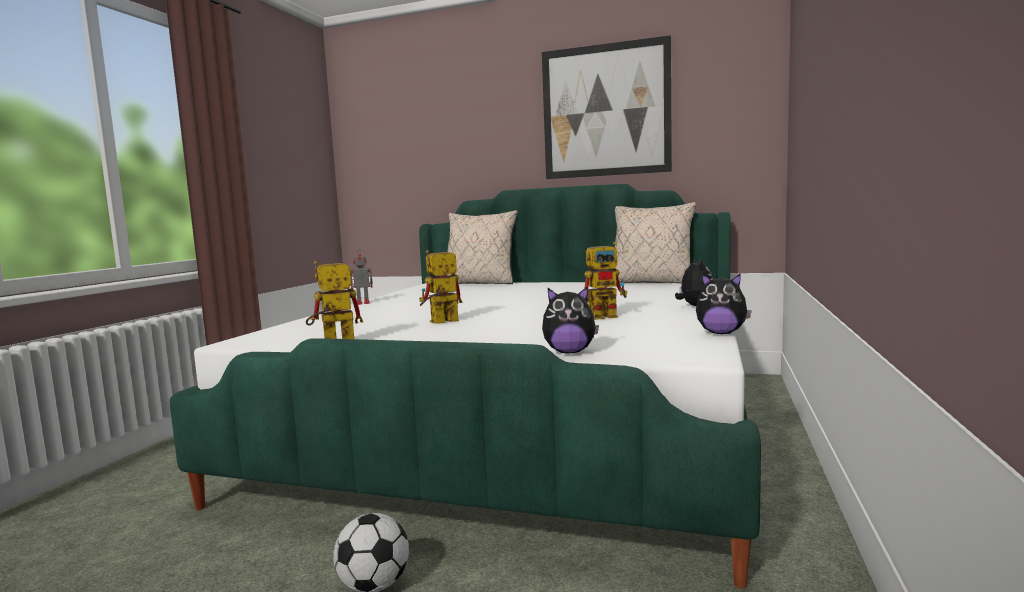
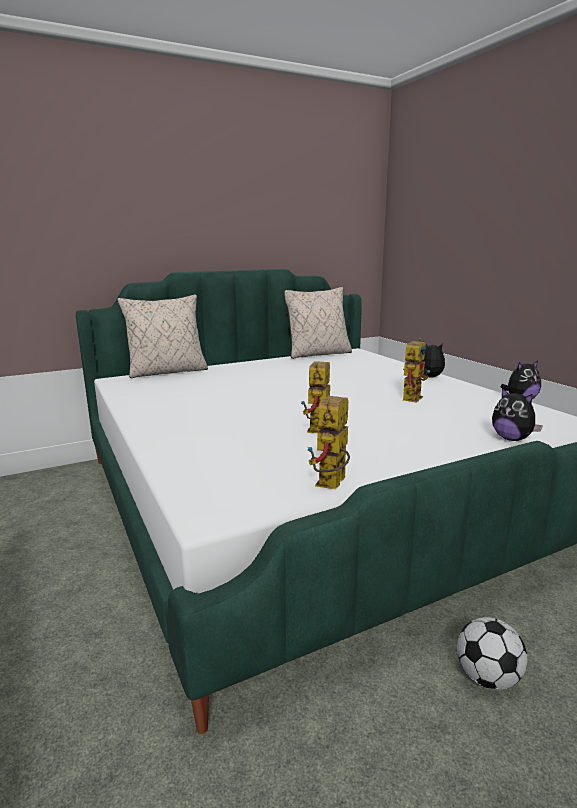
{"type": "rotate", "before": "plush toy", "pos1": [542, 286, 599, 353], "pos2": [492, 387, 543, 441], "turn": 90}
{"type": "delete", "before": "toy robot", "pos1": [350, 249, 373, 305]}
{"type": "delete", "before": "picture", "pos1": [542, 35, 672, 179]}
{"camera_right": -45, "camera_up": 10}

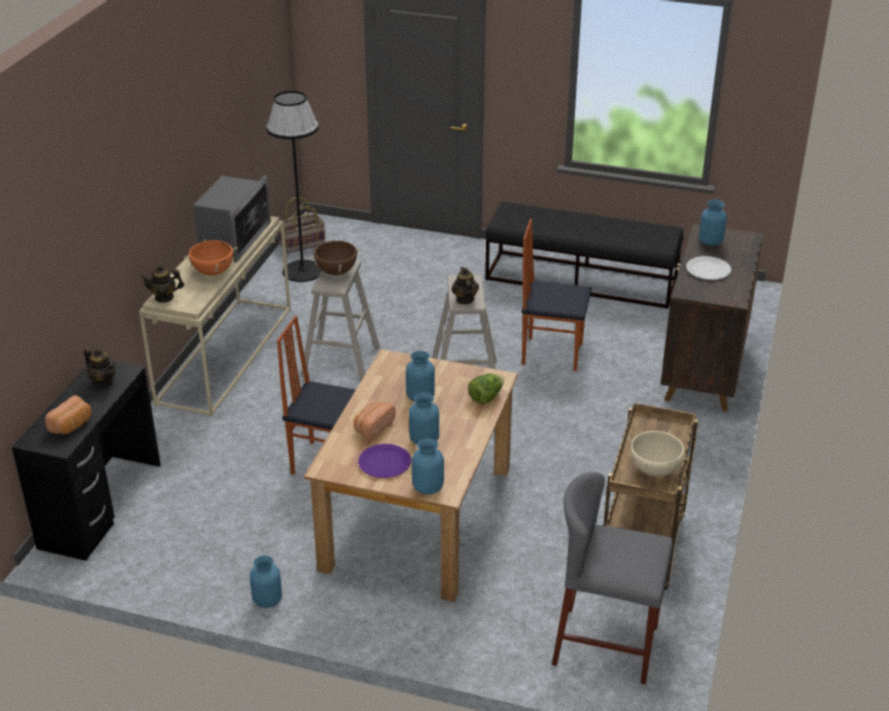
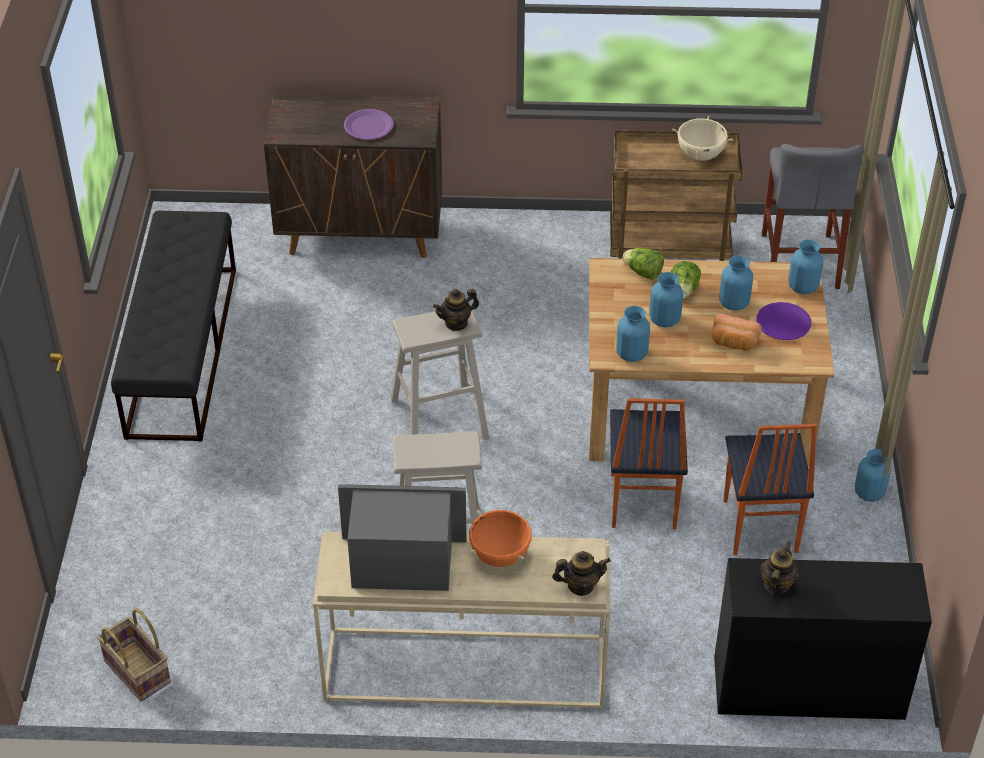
{"type": "recolor", "before": "plate in white", "after": "plate in purple", "pos1": [686, 256, 731, 280], "pos2": [344, 109, 394, 140]}
{"type": "rotate", "before": "teapot", "pos1": [141, 265, 184, 303], "pos2": [552, 551, 611, 596], "turn": -75}
{"type": "move", "before": "vase in blue", "pos1": [699, 200, 727, 246], "pos2": [616, 306, 650, 362]}
{"type": "insert", "after": "lettuce", "pos2": [671, 261, 701, 299]}
{"type": "move", "before": "chair", "pos1": [522, 219, 591, 371], "pos2": [723, 424, 817, 556]}
{"type": "delete", "before": "bread", "pos1": [45, 395, 91, 434]}
{"type": "delete", "before": "floor lamp in black", "pos1": [266, 91, 321, 282]}
{"type": "delete", "before": "cooking pot in brown", "pos1": [309, 239, 362, 275]}
{"camera_right": -105, "camera_up": 10}

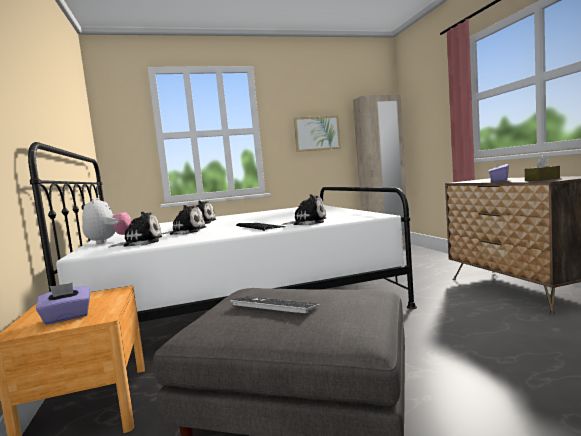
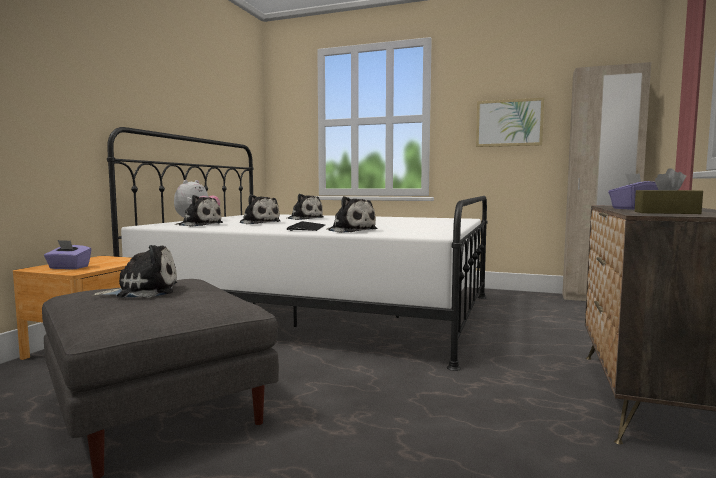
{"type": "replace", "before": "keyboard", "after": "plush toy", "pos1": [230, 296, 320, 314], "pos2": [92, 245, 177, 298]}
{"camera_right": 35, "camera_up": 0}

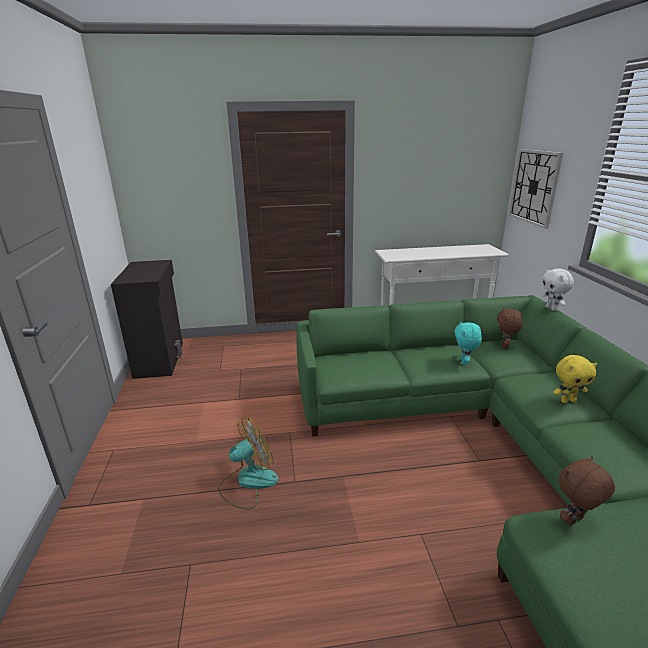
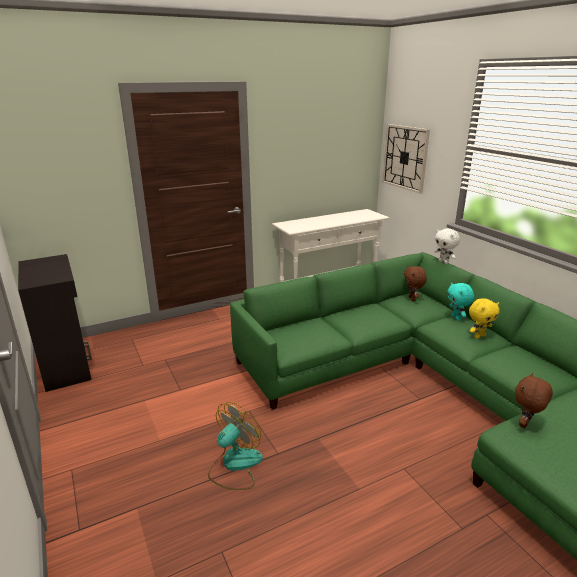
{"type": "move", "before": "plush toy in turquoise", "pos1": [454, 321, 482, 365], "pos2": [447, 282, 474, 321]}
{"camera_right": -20, "camera_up": 0}

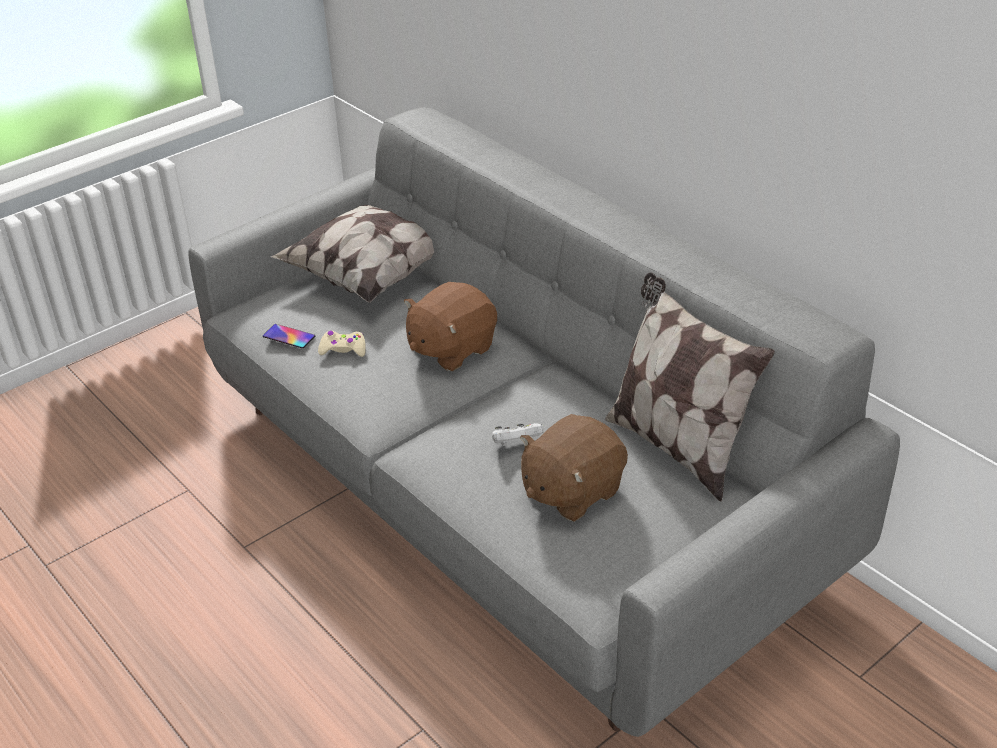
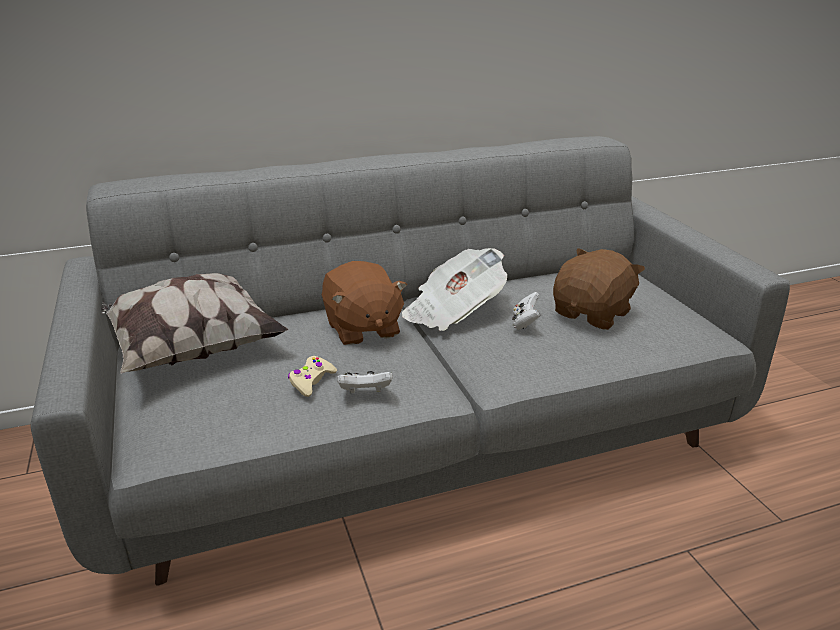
{"type": "insert", "after": "game controller in white", "pos2": [337, 371, 393, 393]}
{"type": "insert", "after": "newspaper", "pos2": [402, 248, 508, 331]}
{"type": "rotate", "before": "plush toy in brown", "pos1": [520, 414, 628, 522], "pos2": [553, 248, 645, 330], "turn": -120}
{"type": "delete", "before": "phone", "pos1": [263, 324, 315, 348]}
{"type": "delete", "before": "pillow", "pos1": [605, 273, 775, 501]}
{"camera_right": -70, "camera_up": -10}

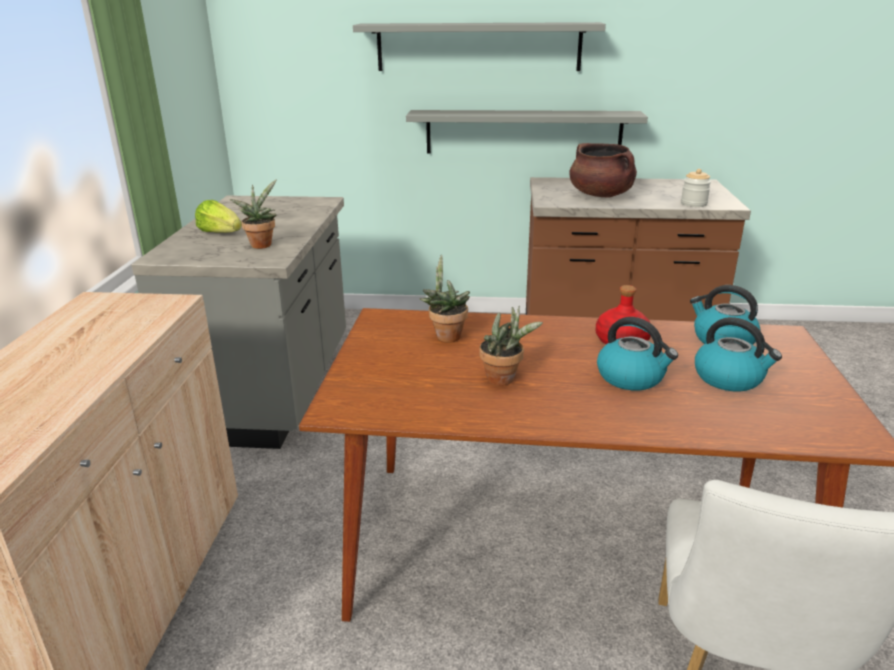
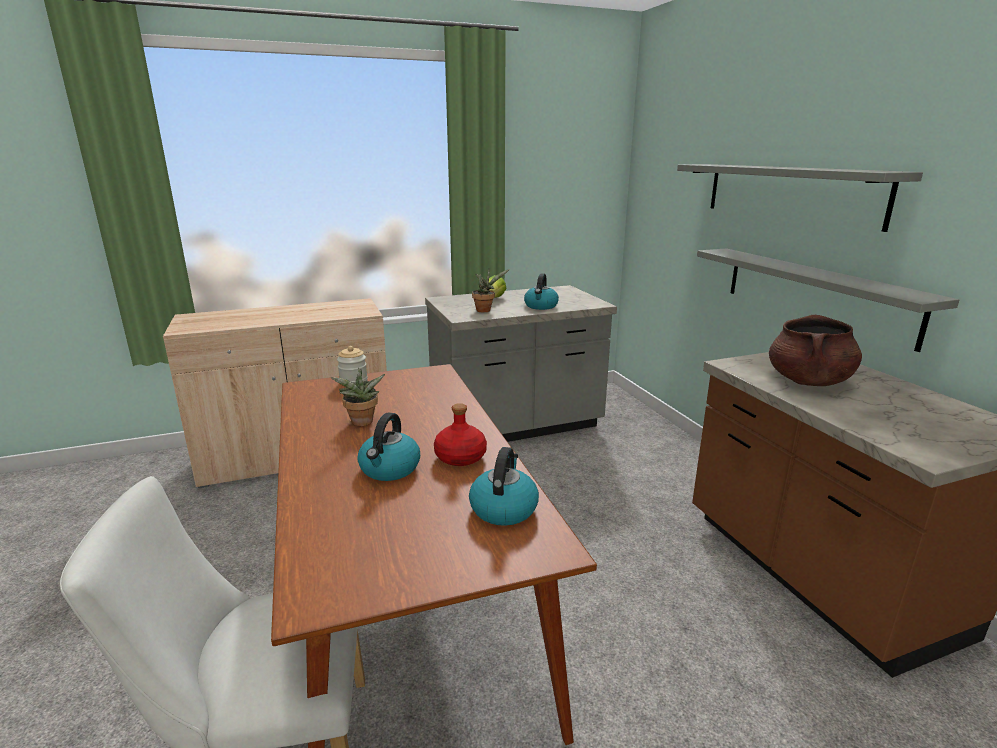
{"type": "move", "before": "jar", "pos1": [681, 169, 711, 207], "pos2": [337, 346, 368, 383]}
{"type": "move", "before": "kettle", "pos1": [695, 317, 782, 391], "pos2": [524, 273, 559, 310]}
{"type": "delete", "before": "potted plant", "pos1": [420, 255, 470, 342]}
{"camera_right": 65, "camera_up": -5}

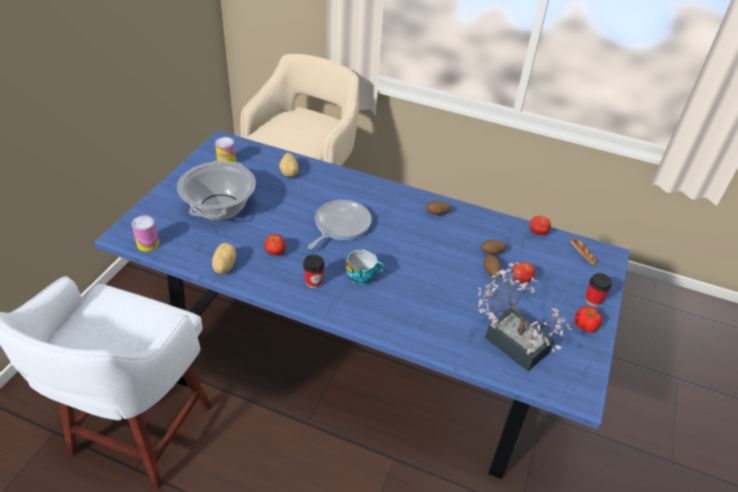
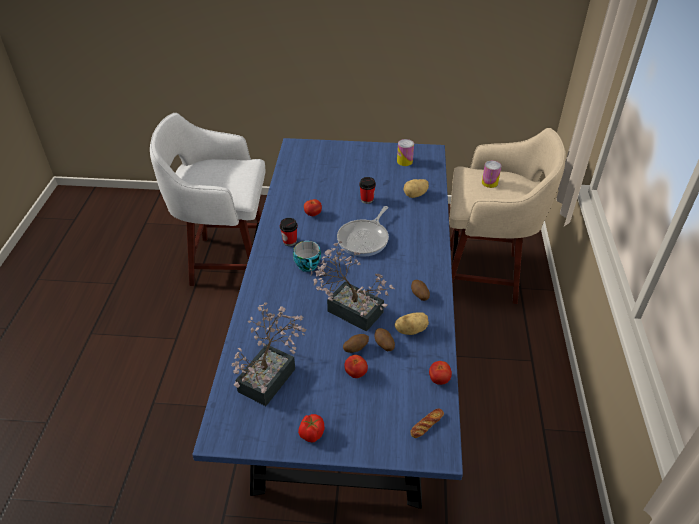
{"type": "insert", "after": "potted plant", "pos2": [310, 241, 395, 332]}
{"type": "rotate", "before": "frying pan", "pos1": [308, 200, 372, 249], "pos2": [337, 206, 389, 257], "turn": 105}
{"type": "move", "before": "cup", "pos1": [585, 273, 612, 307], "pos2": [359, 177, 376, 204]}
{"type": "move", "before": "potato", "pos1": [212, 243, 236, 274], "pos2": [394, 312, 429, 335]}
{"type": "move", "before": "can", "pos1": [132, 215, 159, 252], "pos2": [482, 161, 501, 188]}
{"type": "delete", "before": "cooking pot", "pos1": [177, 161, 256, 220]}
{"camera_right": 75, "camera_up": 0}

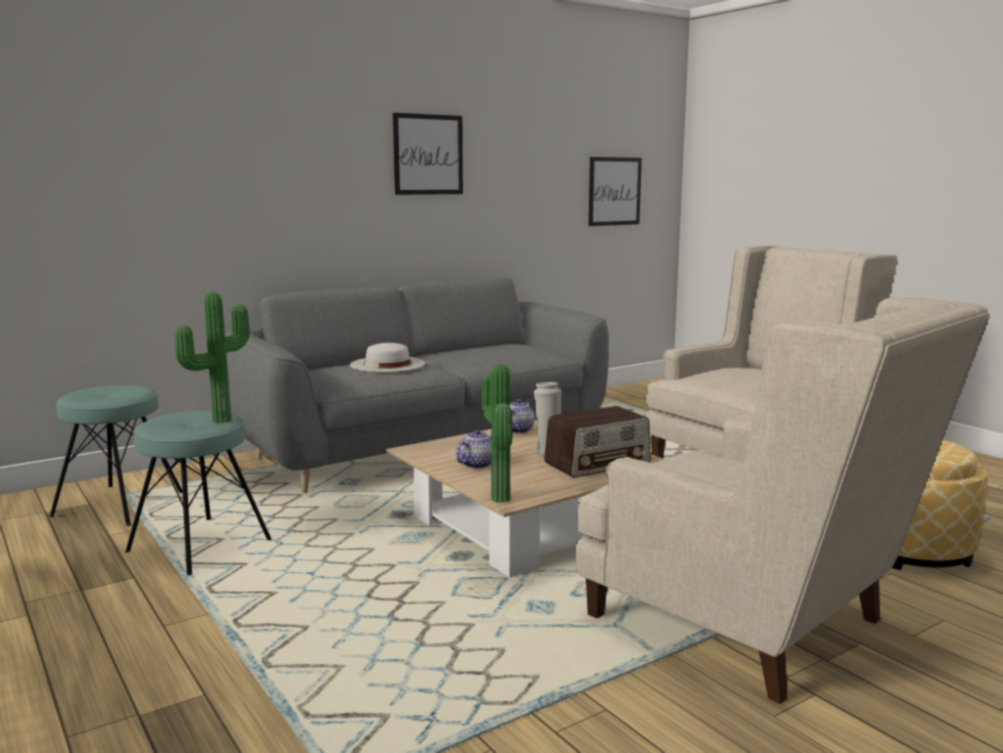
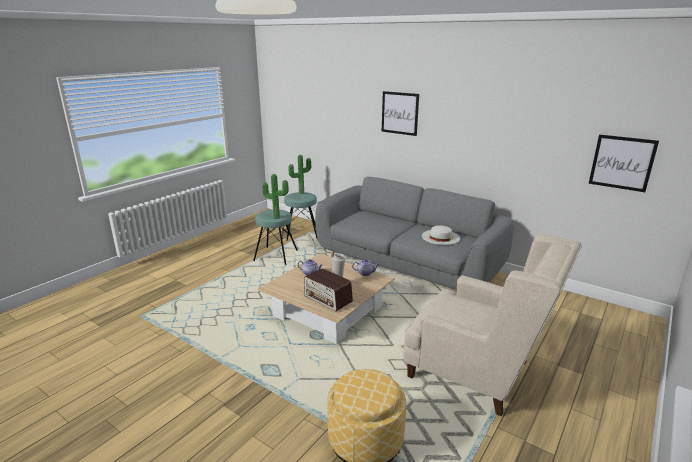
{"type": "move", "before": "potted plant", "pos1": [482, 364, 513, 503], "pos2": [289, 155, 311, 194]}
{"type": "move", "before": "picture", "pos1": [393, 113, 463, 195], "pos2": [382, 91, 419, 136]}
{"type": "move", "before": "hat in white", "pos1": [350, 343, 425, 372], "pos2": [422, 225, 460, 245]}
{"type": "delete", "before": "armchair in beige", "pos1": [576, 297, 989, 704]}
{"camera_right": 70, "camera_up": 10}

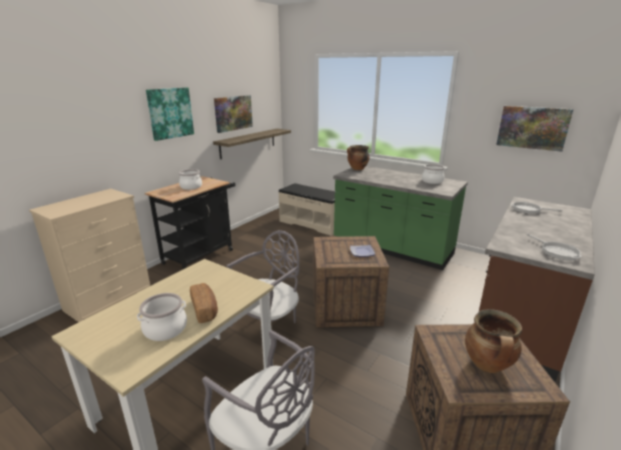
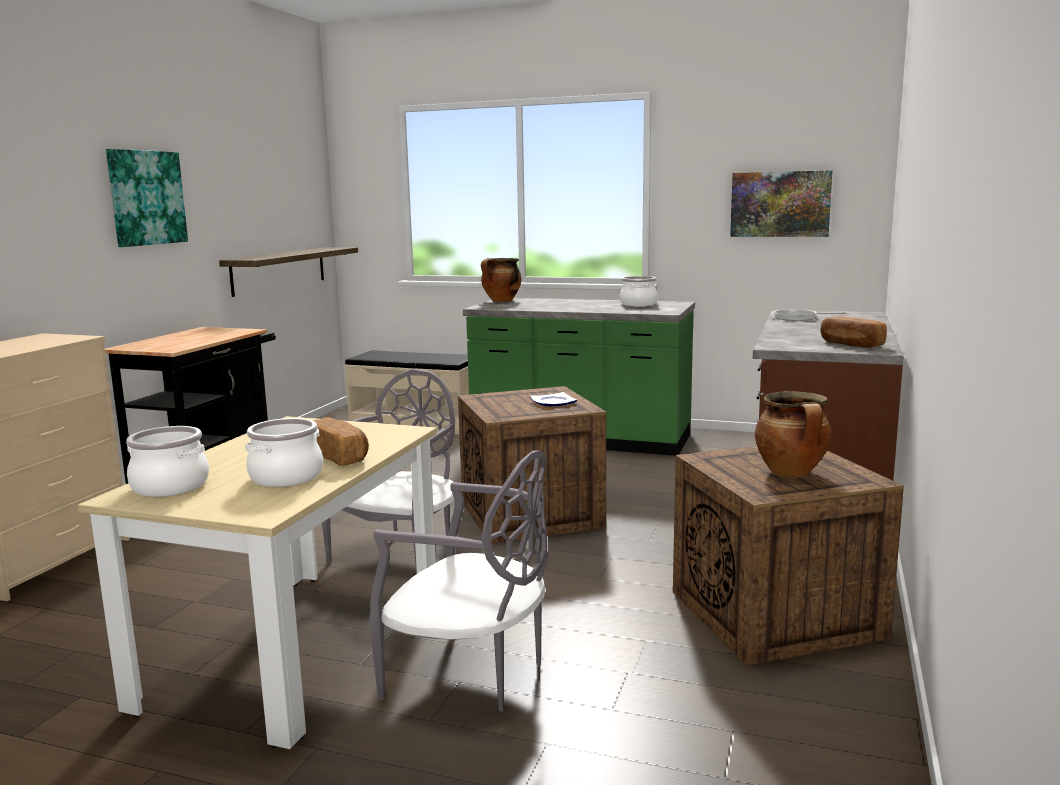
{"type": "move", "before": "cooking pot", "pos1": [179, 169, 202, 190], "pos2": [126, 426, 209, 497]}
{"type": "replace", "before": "frying pan", "after": "bread", "pos1": [526, 234, 582, 260], "pos2": [820, 316, 887, 348]}
{"type": "delete", "before": "picture", "pos1": [214, 95, 253, 133]}
{"camera_right": -15, "camera_up": -10}

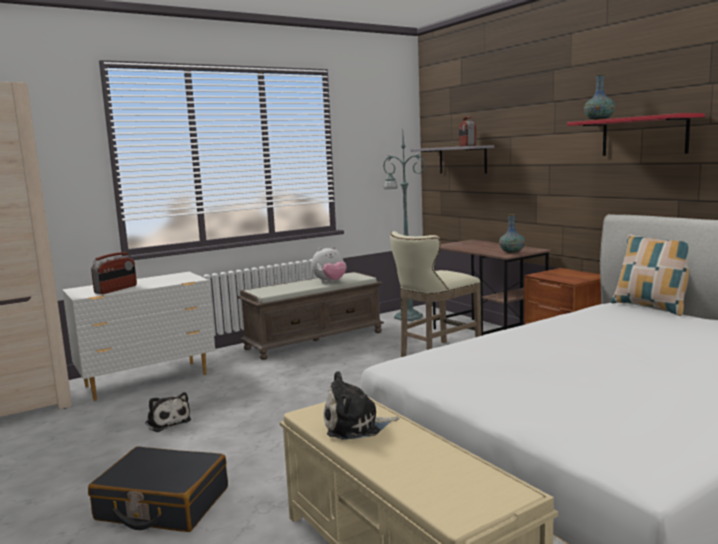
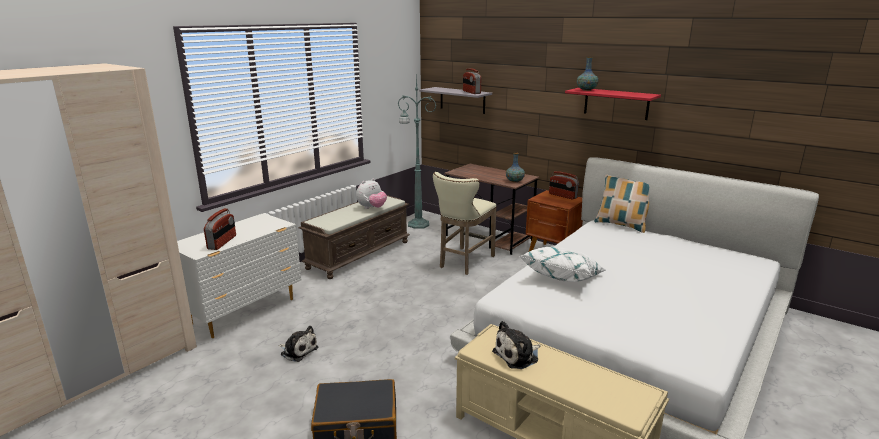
{"type": "insert", "after": "pillow in white", "pos2": [520, 247, 606, 282]}
{"type": "insert", "after": "radio", "pos2": [549, 171, 579, 200]}
{"camera_right": -20, "camera_up": 10}

